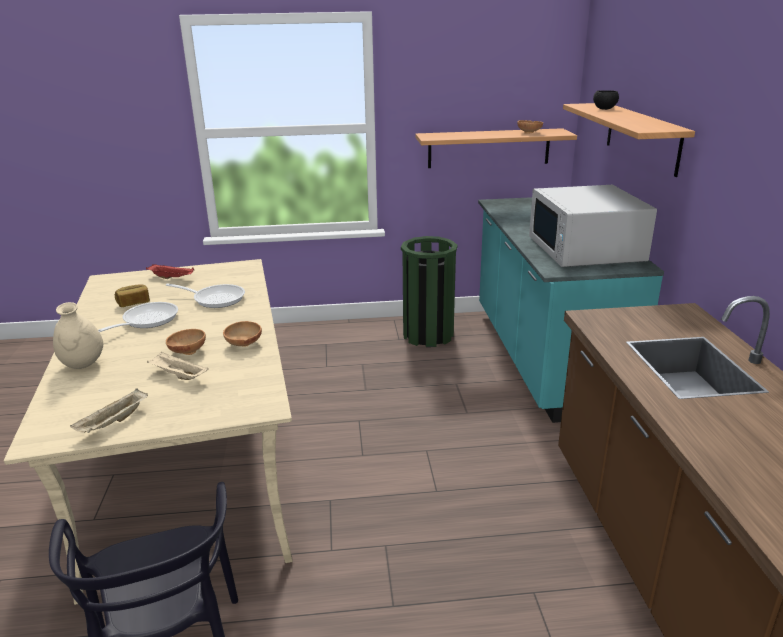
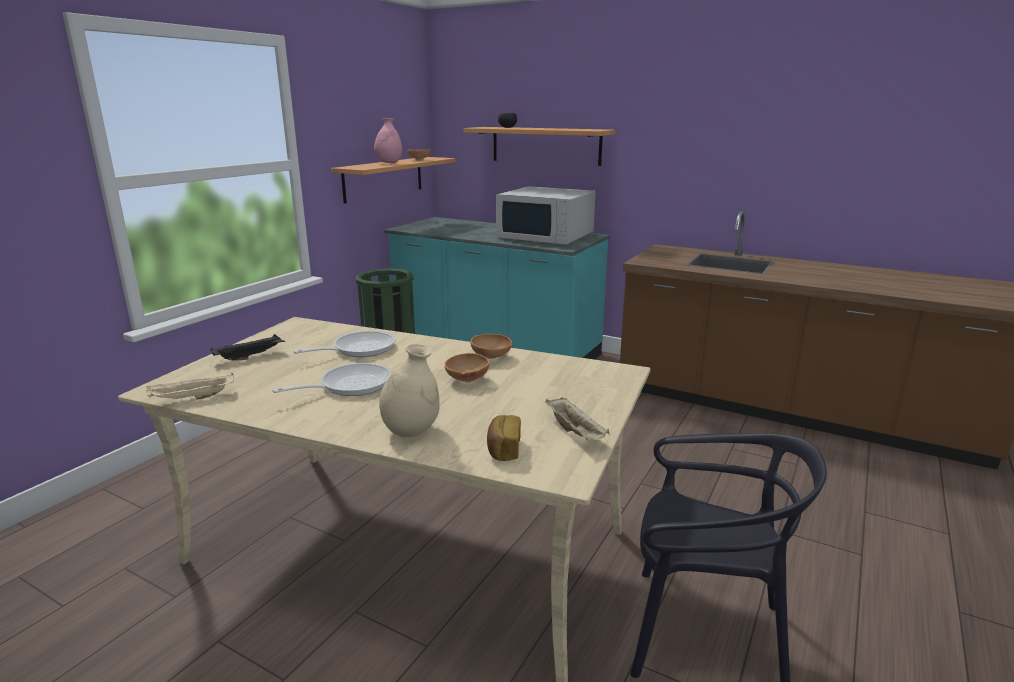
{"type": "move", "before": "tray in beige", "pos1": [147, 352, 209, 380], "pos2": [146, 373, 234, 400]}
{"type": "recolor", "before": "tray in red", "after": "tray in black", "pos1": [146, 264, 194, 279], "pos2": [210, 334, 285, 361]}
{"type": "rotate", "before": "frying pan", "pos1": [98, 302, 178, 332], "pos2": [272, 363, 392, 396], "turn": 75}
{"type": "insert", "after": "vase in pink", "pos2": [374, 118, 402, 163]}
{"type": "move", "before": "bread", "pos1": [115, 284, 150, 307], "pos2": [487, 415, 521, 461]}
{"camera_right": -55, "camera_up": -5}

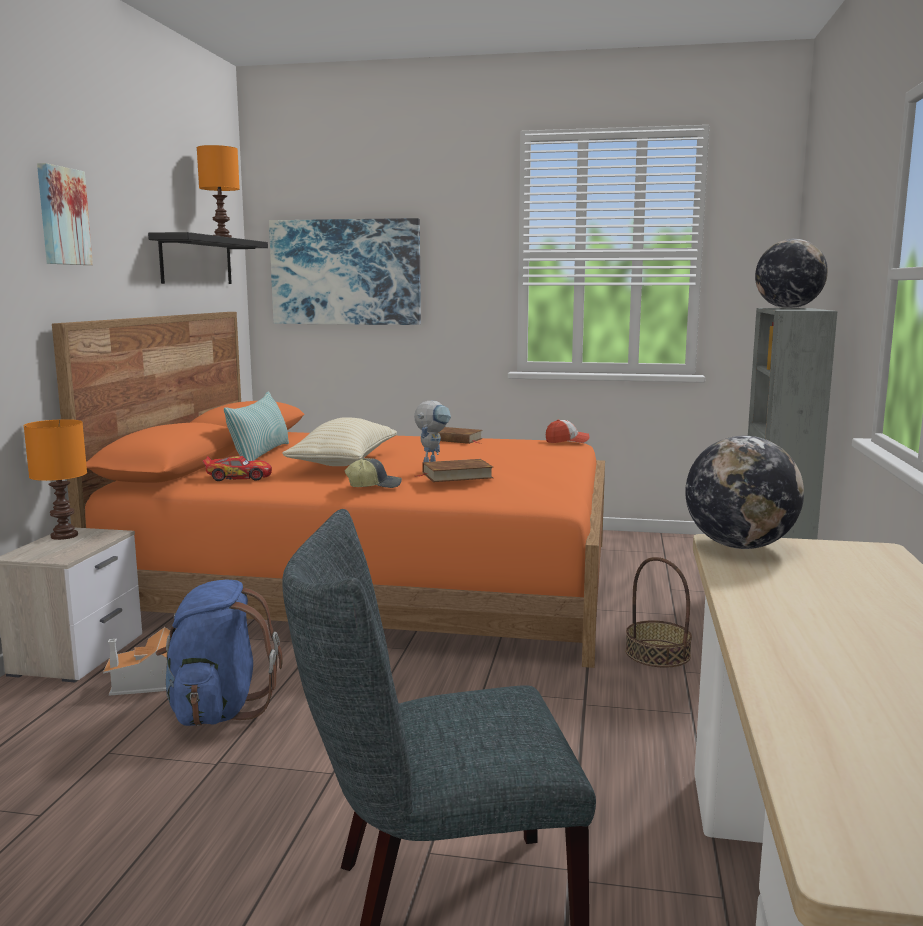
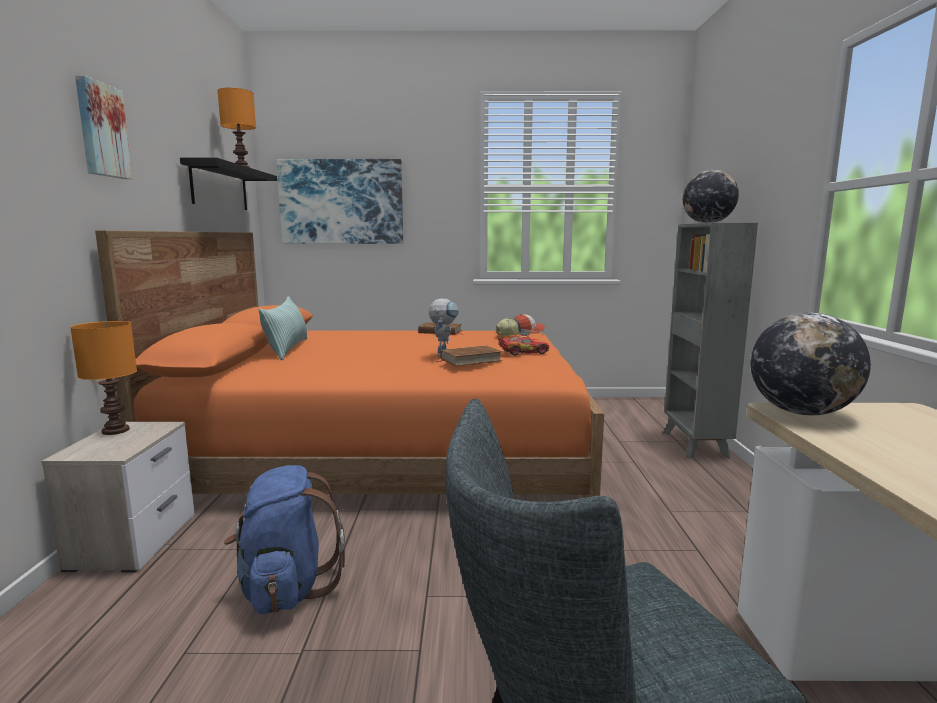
{"type": "move", "before": "cap", "pos1": [345, 458, 402, 488], "pos2": [496, 318, 530, 336]}
{"type": "move", "before": "toy car", "pos1": [203, 456, 272, 481], "pos2": [498, 336, 549, 356]}
{"type": "delete", "before": "toy house", "pos1": [103, 627, 170, 695]}
{"type": "delete", "before": "pillow in beige", "pos1": [283, 417, 397, 466]}
{"type": "delete", "before": "basket", "pos1": [625, 557, 692, 668]}
{"camera_right": -10, "camera_up": 0}

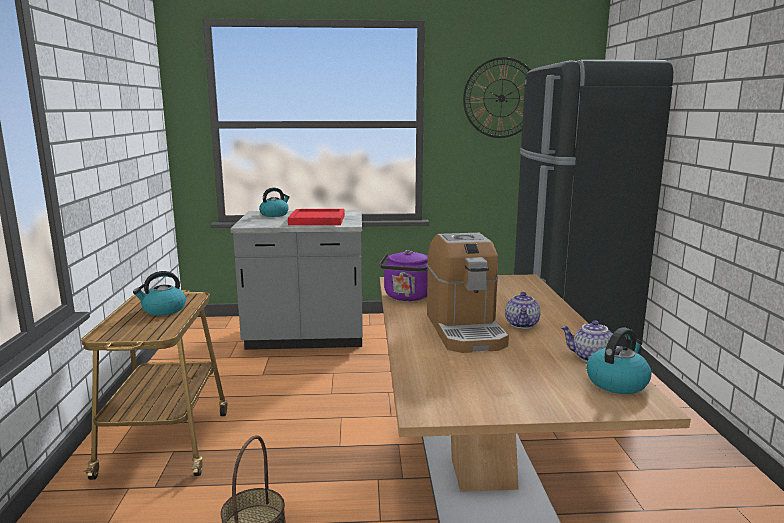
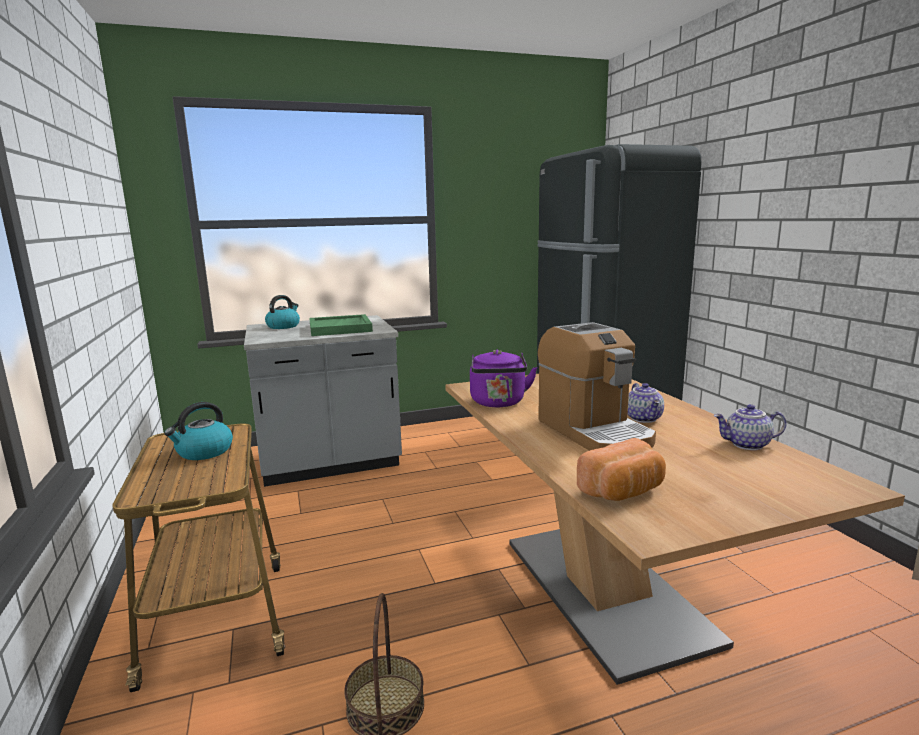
{"type": "recolor", "before": "tray in red", "after": "tray in green", "pos1": [288, 209, 345, 225], "pos2": [309, 314, 373, 336]}
{"type": "insert", "after": "bread", "pos2": [577, 438, 666, 501]}
{"type": "delete", "before": "wall clock", "pos1": [463, 57, 530, 138]}
{"type": "delete", "before": "kettle", "pos1": [586, 327, 651, 394]}
{"camera_right": -15, "camera_up": 0}

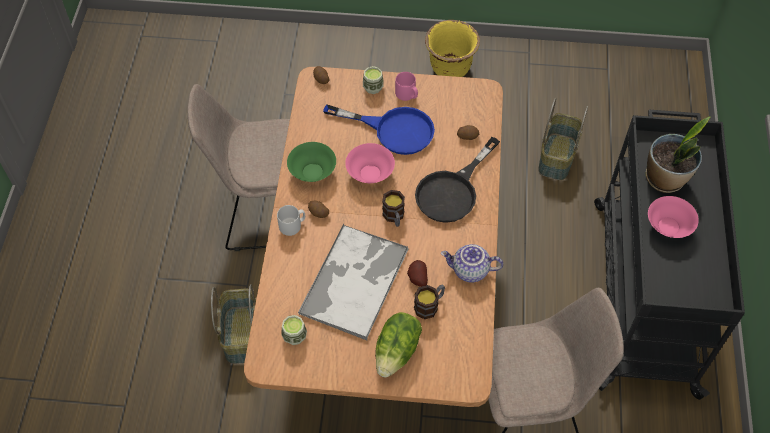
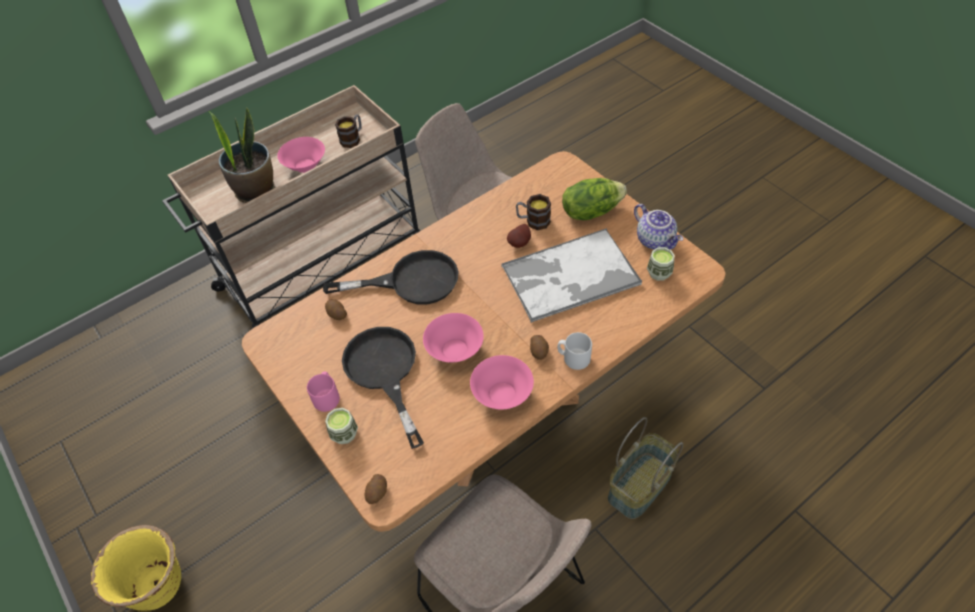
{"type": "recolor", "before": "cart in black", "after": "cart in beige", "pos1": [594, 110, 745, 400], "pos2": [162, 85, 421, 329]}
{"type": "move", "before": "mug", "pos1": [382, 190, 405, 227], "pos2": [335, 114, 362, 148]}
{"type": "recolor", "before": "frying pan in blue", "after": "frying pan in black", "pos1": [323, 105, 435, 155], "pos2": [342, 327, 424, 449]}
{"type": "recolor", "before": "bowl in green", "after": "bowl in pink", "pos1": [287, 142, 336, 182], "pos2": [470, 355, 534, 409]}
{"type": "move", "before": "teapot", "pos1": [441, 244, 503, 283], "pos2": [634, 204, 683, 250]}
{"type": "delete", "before": "basket", "pos1": [538, 98, 588, 180]}
{"camera_right": -130, "camera_up": -5}

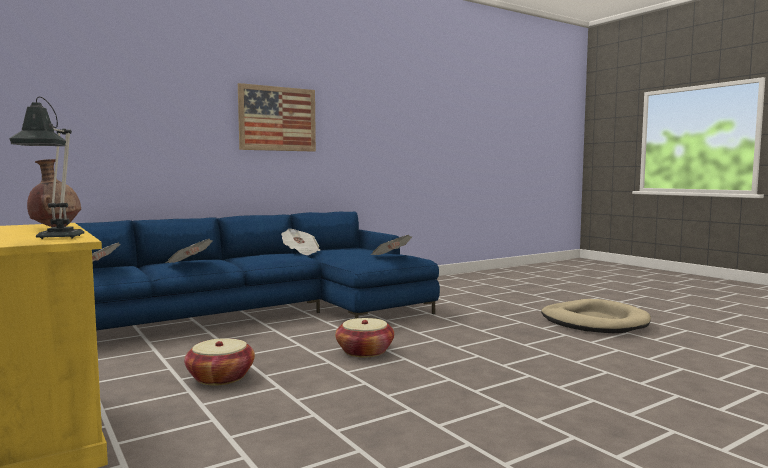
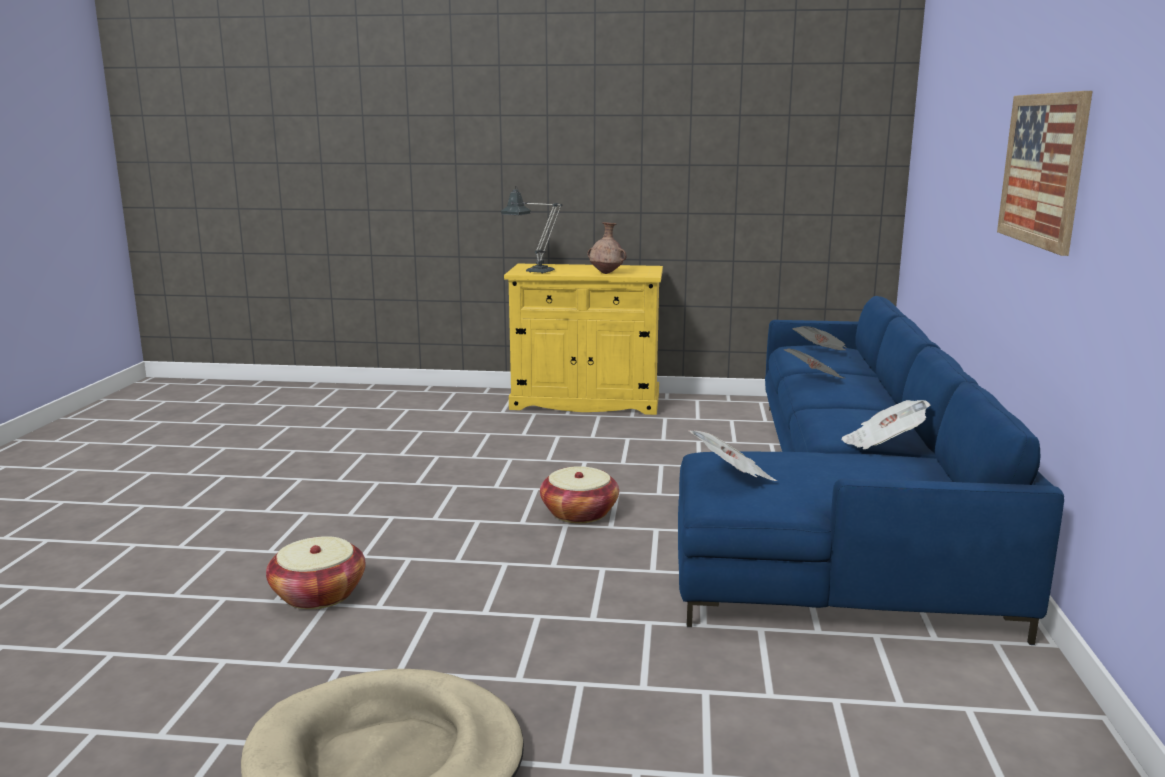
{"type": "move", "before": "basket", "pos1": [184, 338, 255, 385], "pos2": [266, 536, 366, 609]}
{"camera_right": 130, "camera_up": 10}

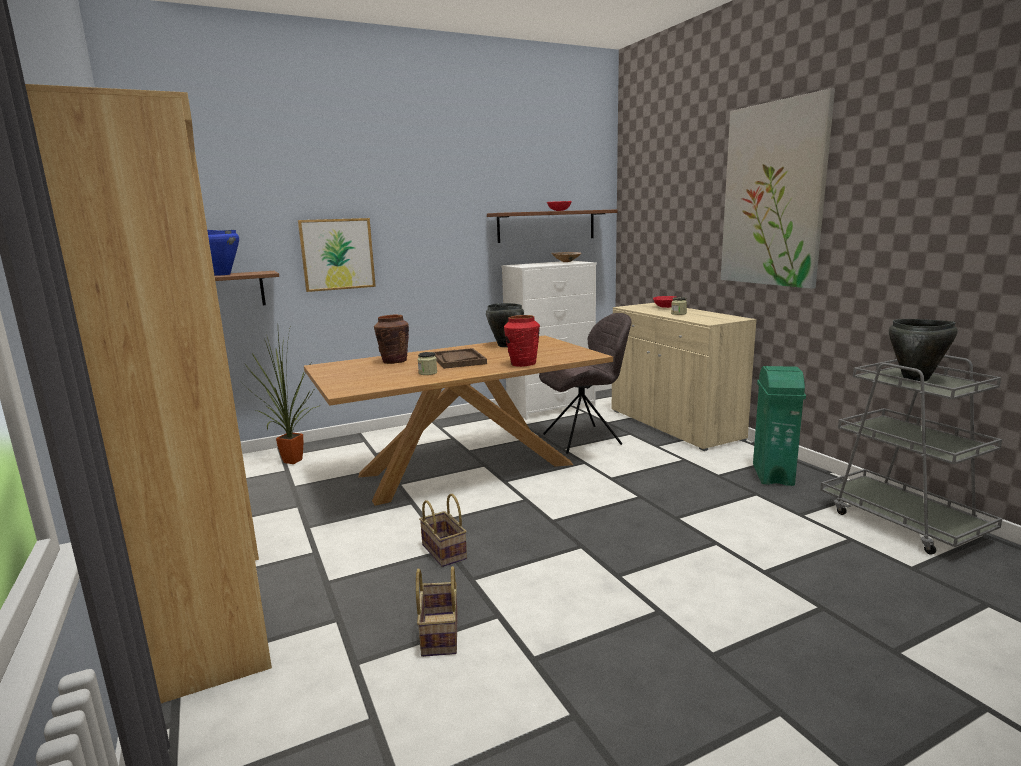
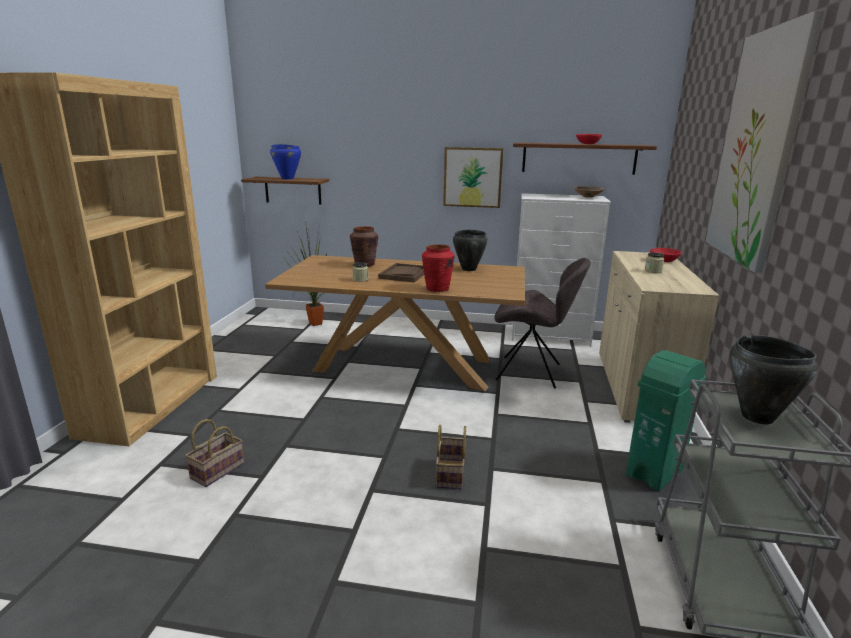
{"type": "move", "before": "basket", "pos1": [419, 494, 467, 567], "pos2": [436, 424, 466, 489]}
{"type": "move", "before": "picture", "pos1": [298, 218, 376, 292], "pos2": [443, 147, 503, 208]}
{"camera_right": 35, "camera_up": 5}

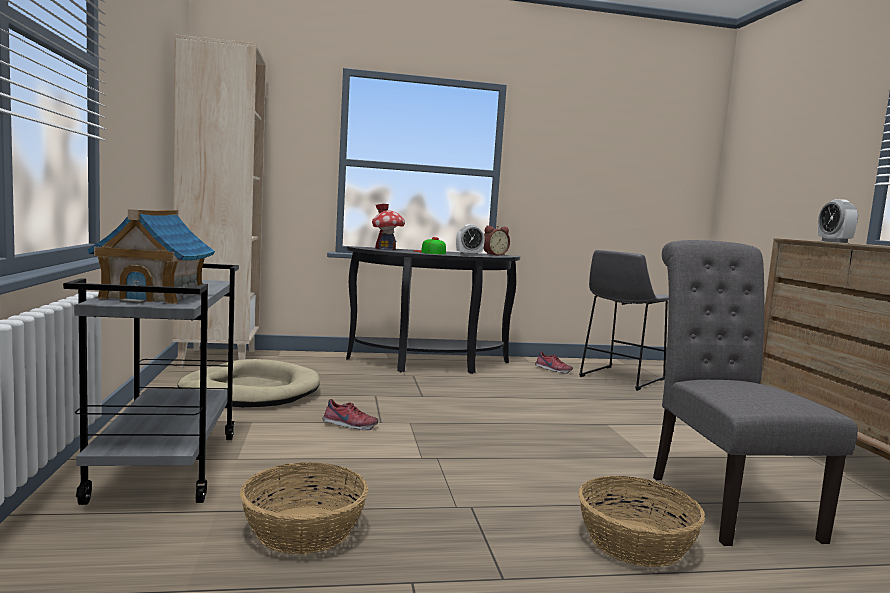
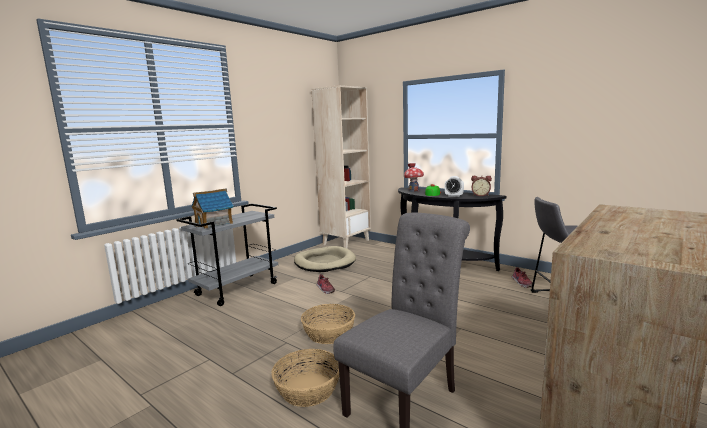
{"type": "move", "before": "basket", "pos1": [240, 462, 368, 554], "pos2": [301, 304, 355, 344]}
{"type": "delete", "before": "alarm clock", "pos1": [818, 199, 858, 243]}
{"camera_right": 50, "camera_up": 5}

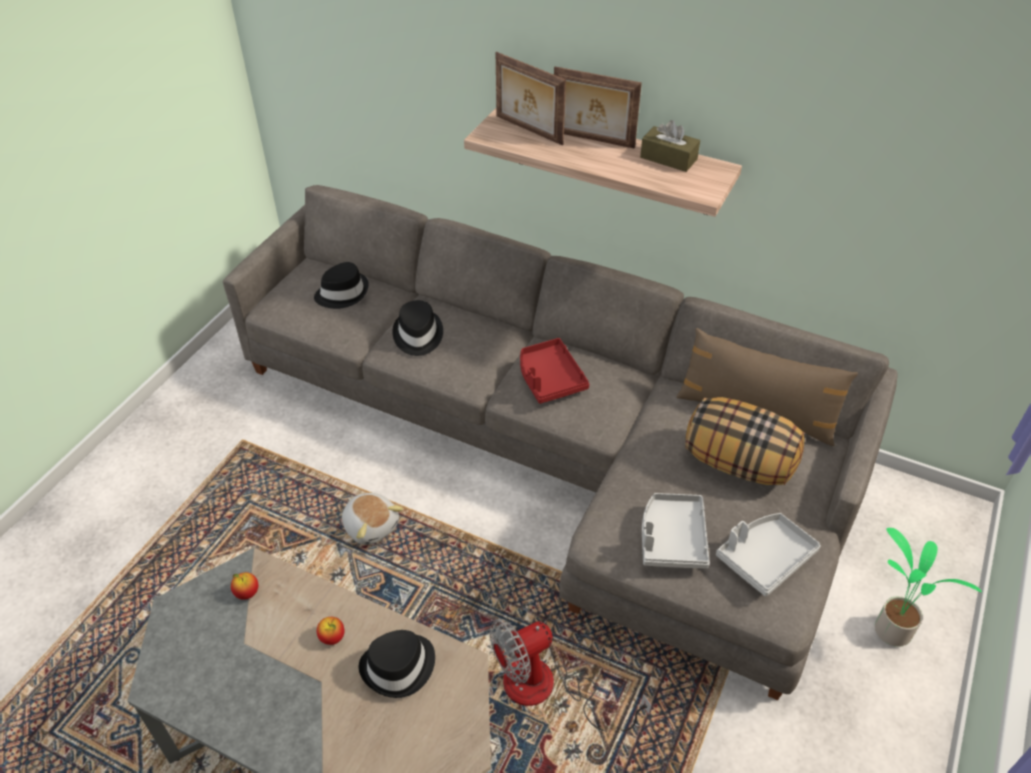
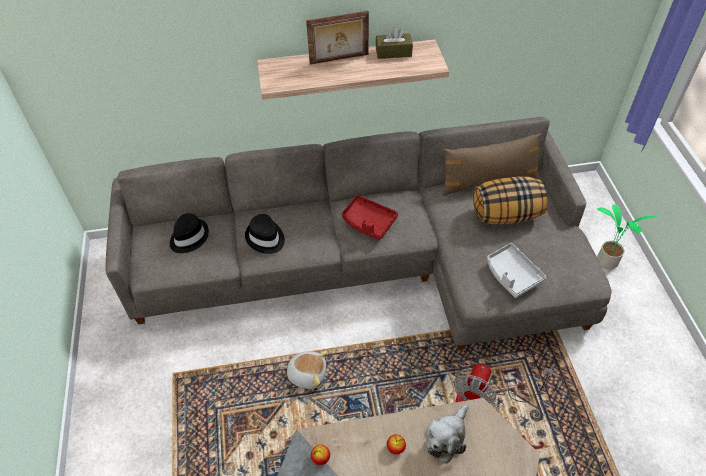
{"type": "replace", "before": "hat in black", "after": "plush toy", "pos1": [359, 630, 435, 698], "pos2": [426, 404, 468, 463]}
{"type": "delete", "before": "picture frame", "pos1": [496, 52, 566, 145]}
{"type": "delete", "before": "tray in grey", "pos1": [716, 513, 821, 596]}
{"camera_right": -35, "camera_up": 5}

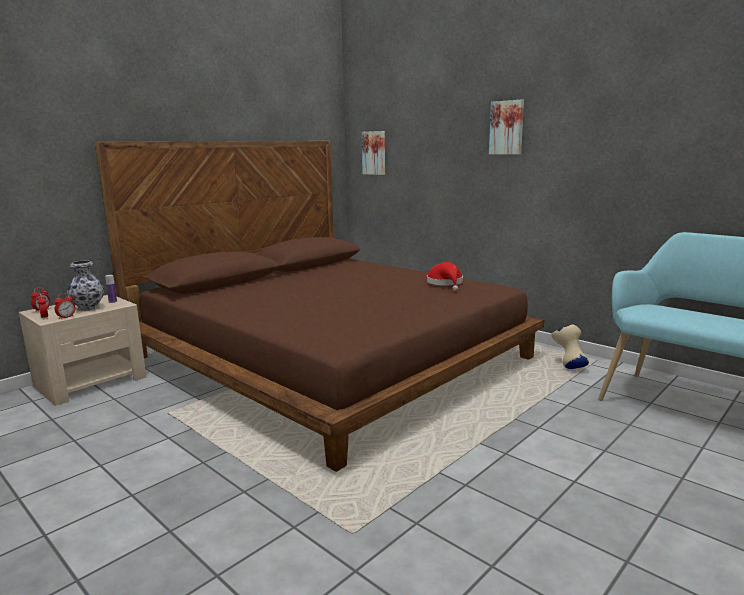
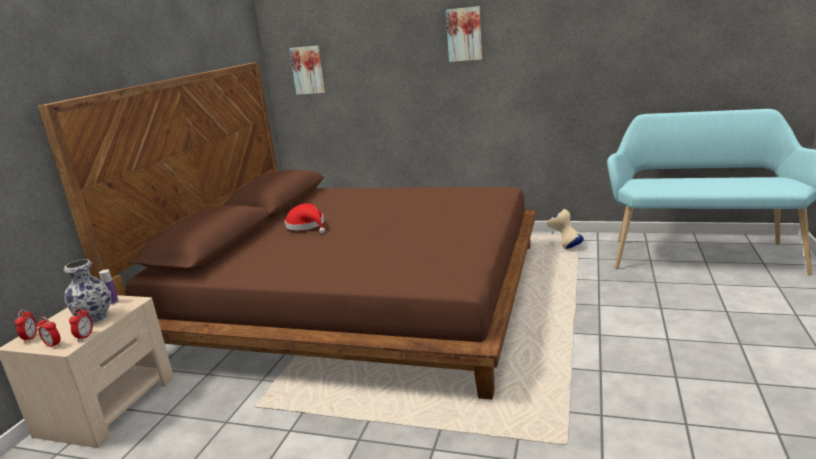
{"type": "move", "before": "hat in red", "pos1": [427, 262, 463, 291], "pos2": [285, 203, 325, 233]}
{"camera_right": -25, "camera_up": 5}

